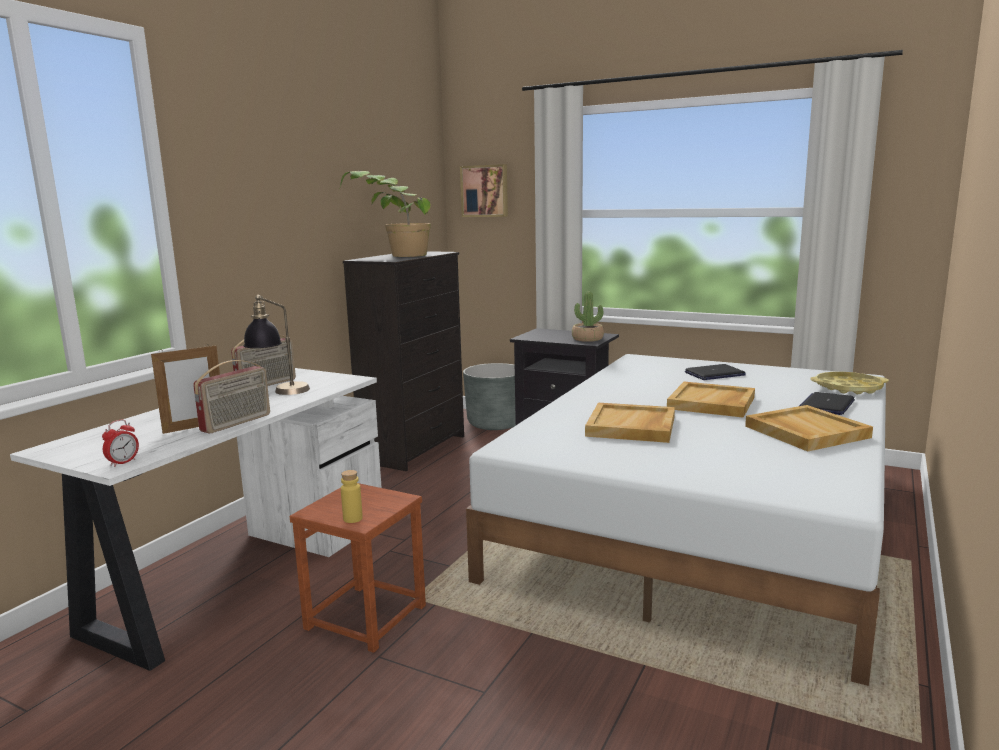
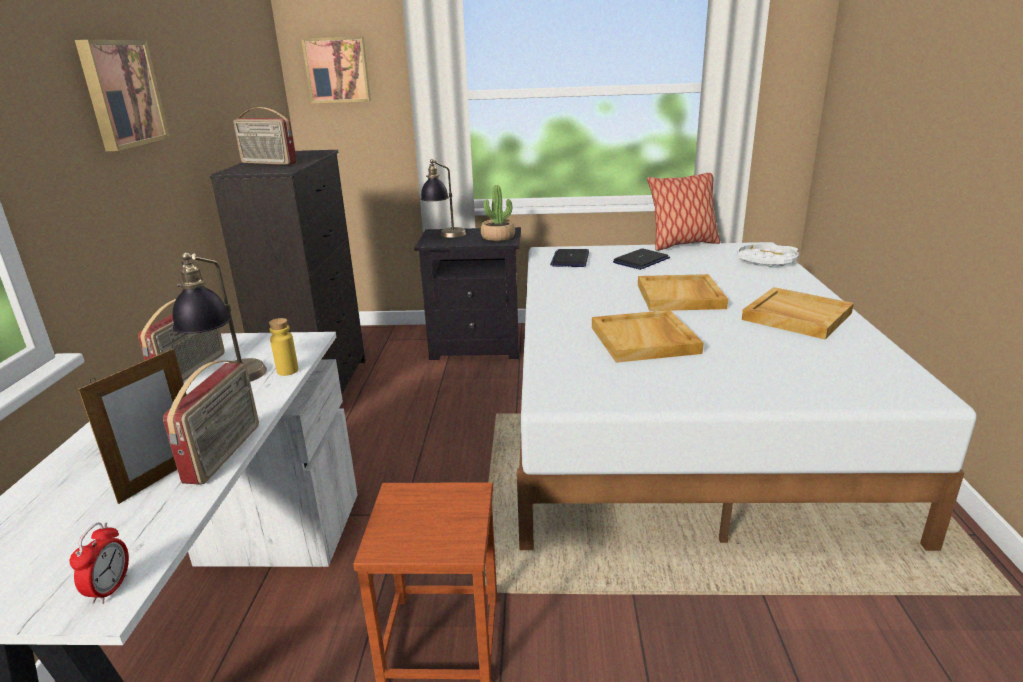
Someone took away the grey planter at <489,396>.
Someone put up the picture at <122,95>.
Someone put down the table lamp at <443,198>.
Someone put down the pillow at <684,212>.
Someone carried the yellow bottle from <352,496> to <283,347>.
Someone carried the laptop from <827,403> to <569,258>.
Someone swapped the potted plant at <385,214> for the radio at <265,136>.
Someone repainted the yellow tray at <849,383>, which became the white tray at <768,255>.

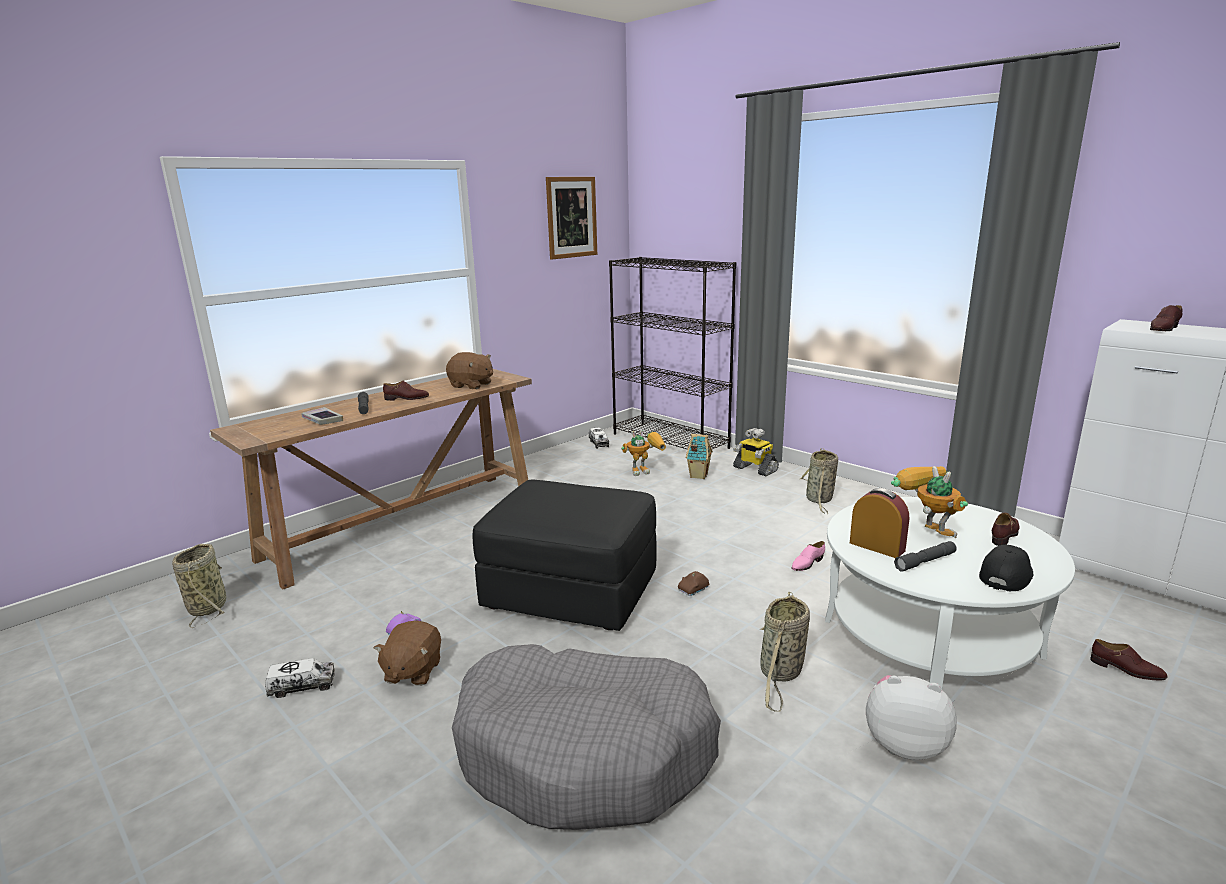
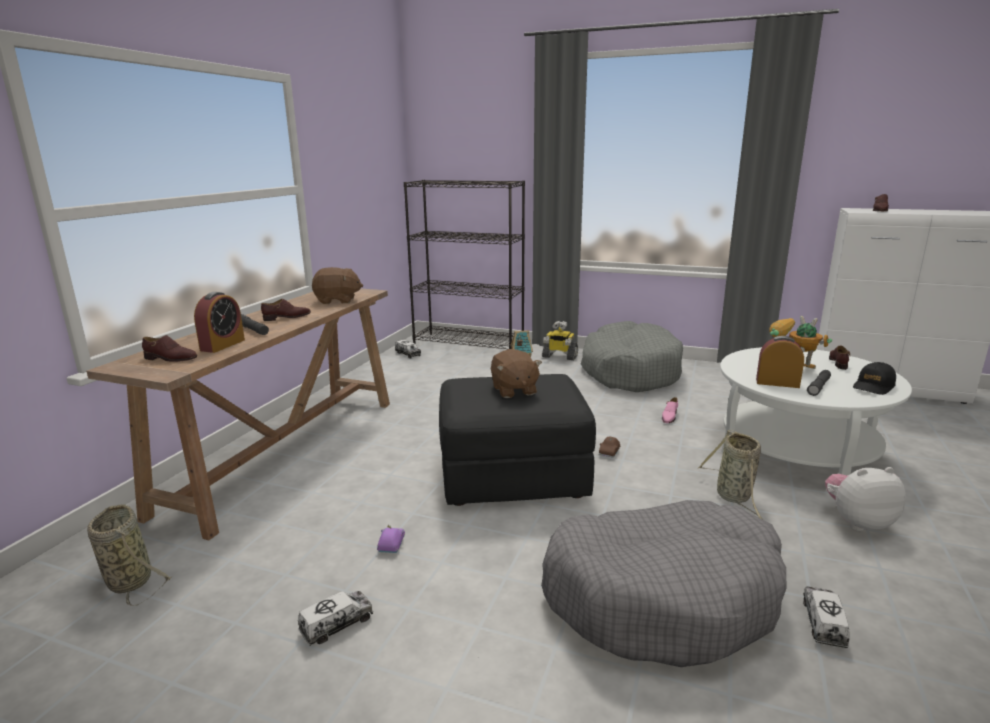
Someone took away the picture at <571,218>.
Someone took away the toy robot at <643,453>.
Someone put down the toy truck at <826,617>.
Someone carried the brown plush toy from <407,653> to <516,373>.
Someone carried the brown shoe from <1129,660> to <169,348>.
Someone swapped the book at <322,416> for the alarm clock at <219,322>.
Someone swapped the basket at <819,481> for the grey dog bed at <632,356>.
Someone rotated the black cap at <1006,568> by 150 degrees counterclockwise.

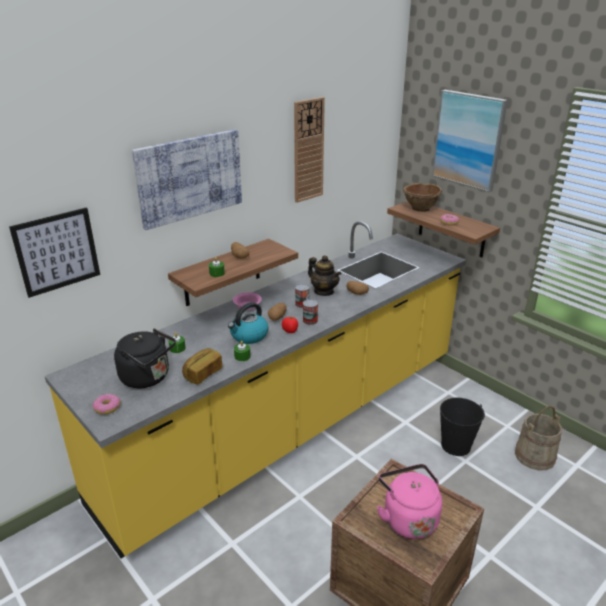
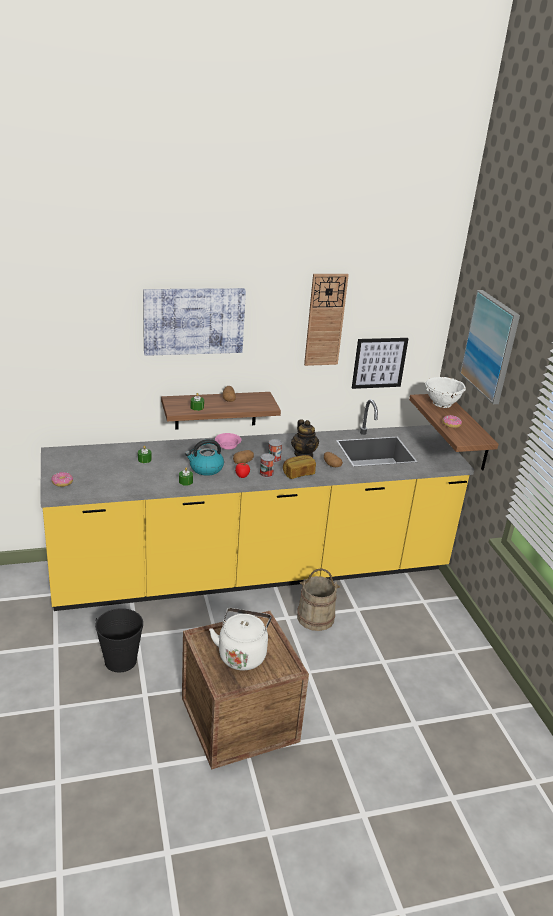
Someone took away the black kettle at <145,358>.
Someone carried the picture from <54,253> to <380,363>.
Someone carried the bread from <202,366> to <299,467>.
Someone carried the black bucket from <462,427> to <119,640>.
Someone carried the beige bucket from <538,438> to <318,599>.
Someone repainted the pink kettle at <409,501>, which became the white kettle at <240,639>.
Someone repainted the brown bowl at <422,197>, which became the white bowl at <445,392>.

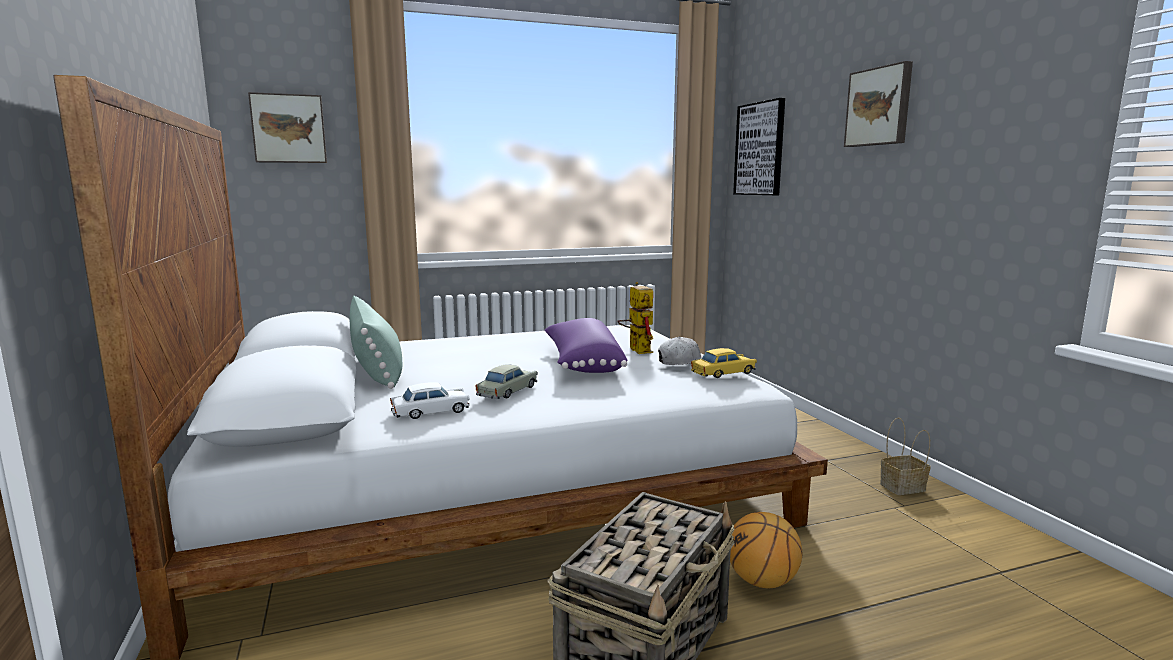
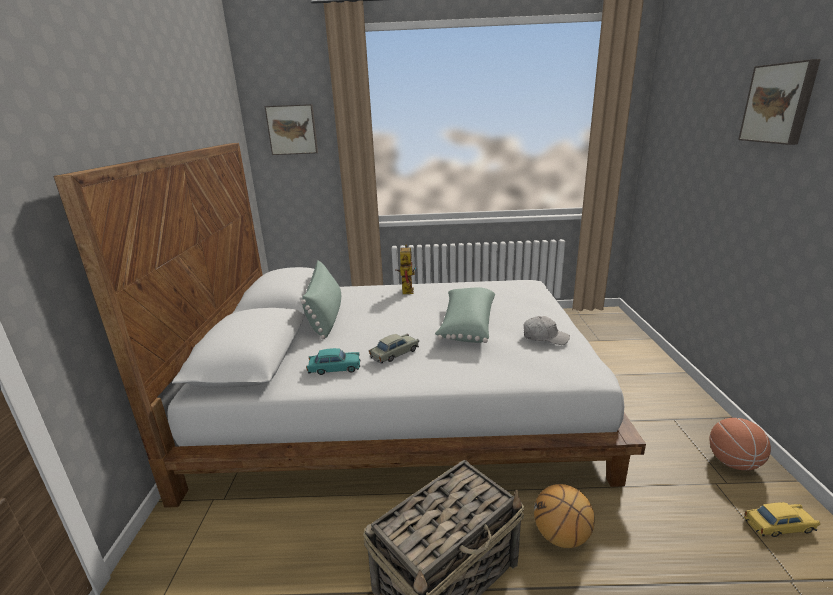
Someone took away the picture at <759,146>.
Someone carried the toy robot from <635,318> to <405,269>.
Someone carried the yellow toy car from <724,363> to <782,519>.
Someone swapped the basket at <905,456> for the basketball at <740,444>.
Someone repainted the white toy car at <429,400>, which became the turquoise toy car at <333,361>.
Someone repainted the purple pillow at <586,345>, which became the green pillow at <465,315>.

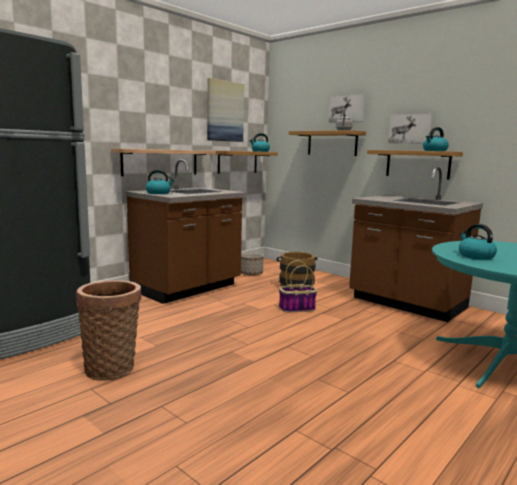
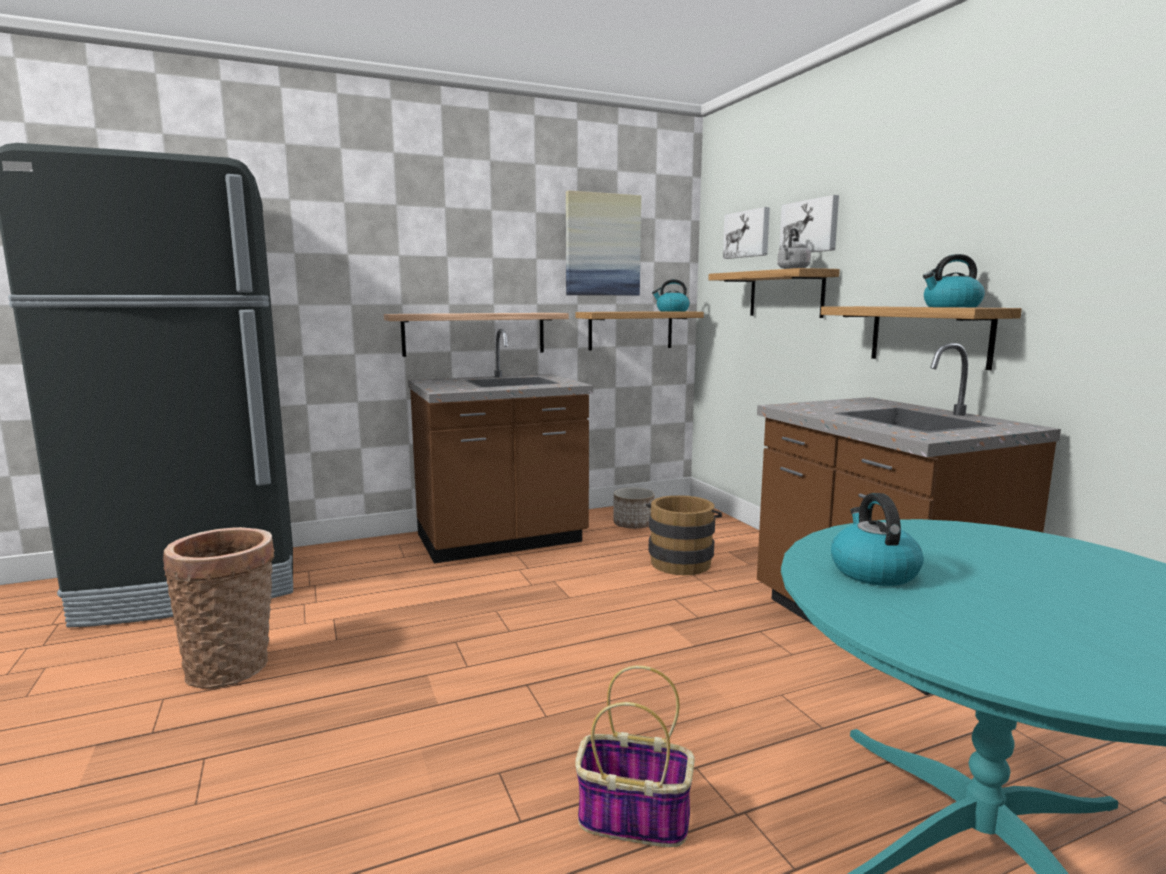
Someone took away the kettle at <160,182>.
Someone carried the basket from <298,286> to <635,756>.
Someone carried the picture from <410,129> to <746,233>.

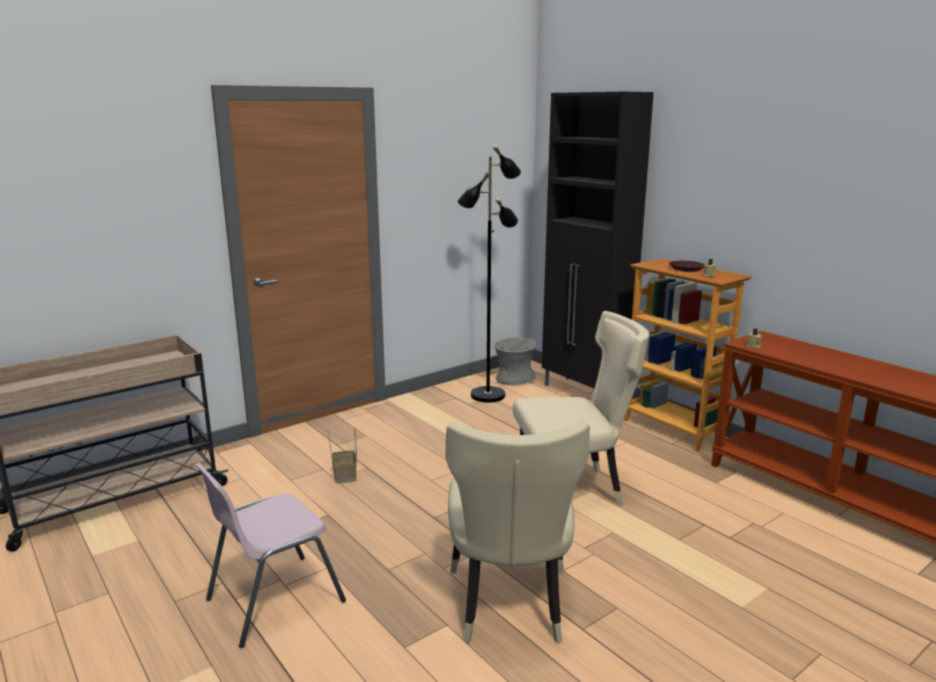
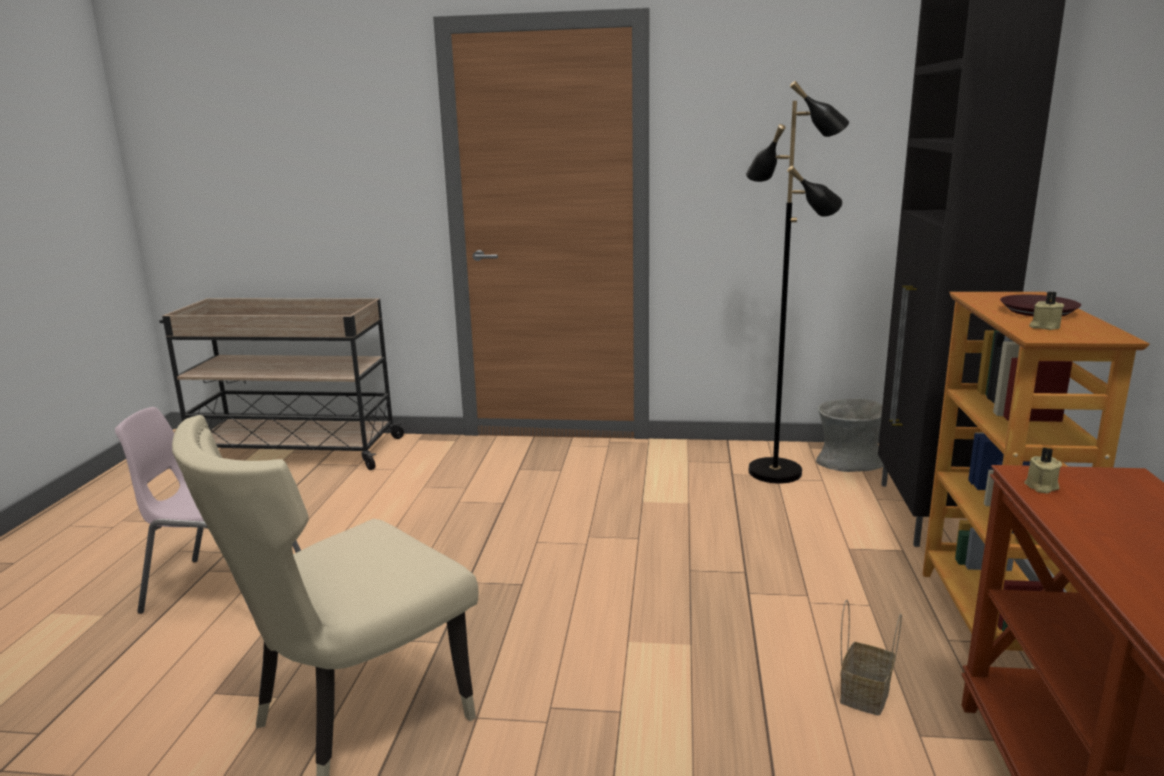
Someone took away the beige chair at <581,408>.
Someone carried the basket from <342,455> to <871,658>.

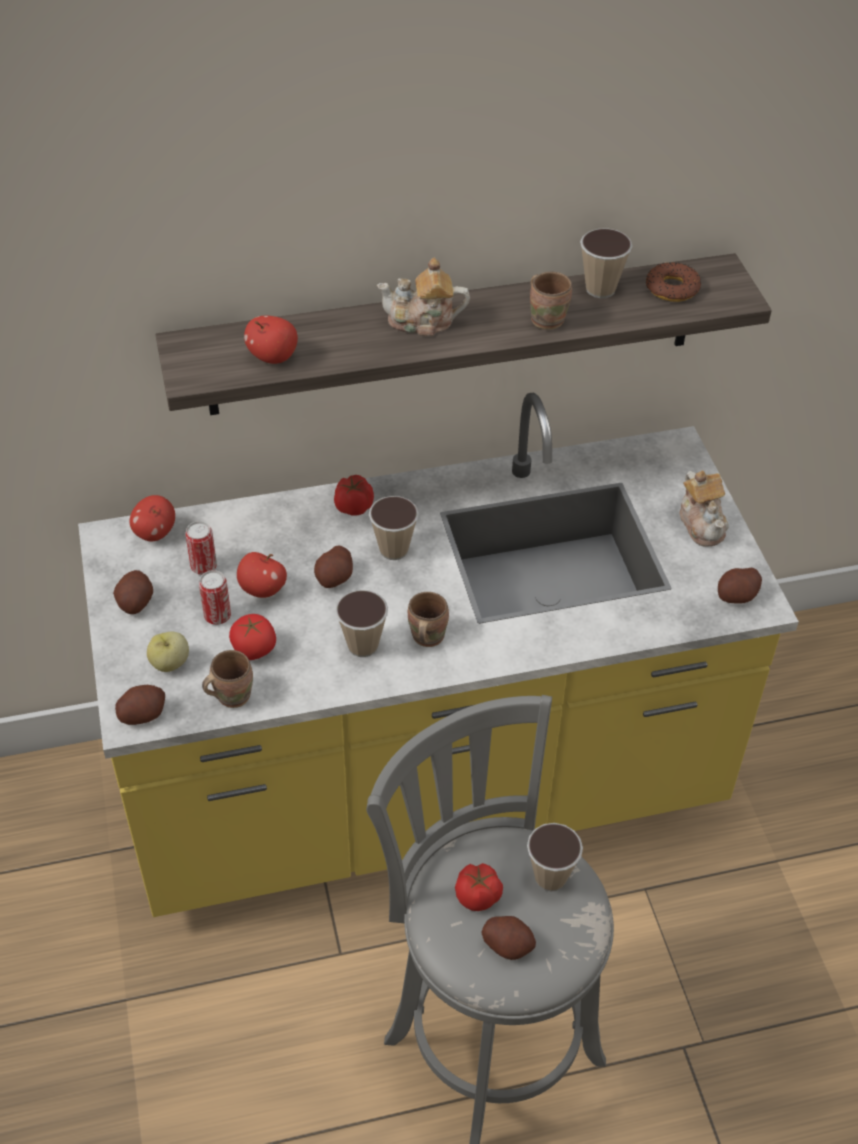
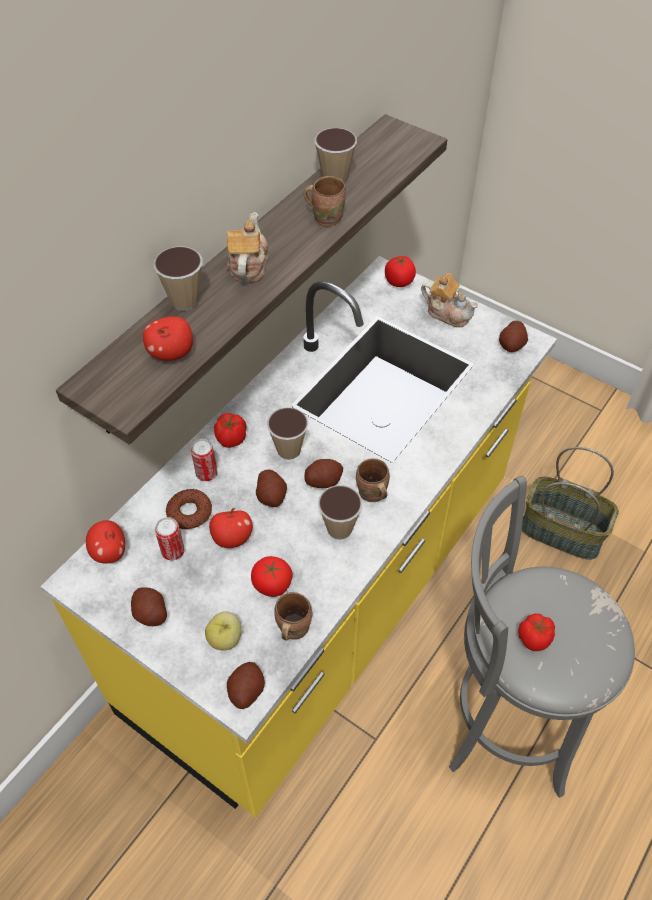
Someone put down the tomato at <400,271>.
Someone put down the basket at <570,503>.
Someone carried the can from <215,597> to <204,460>.
Someone carried the potato from <508,938> to <323,473>.
Someone carried the cup from <555,857> to <178,278>.
Someone carried the donut from <673,282> to <189,509>.
Someone rotated the teapot at <423,297> by 135 degrees clockwise.

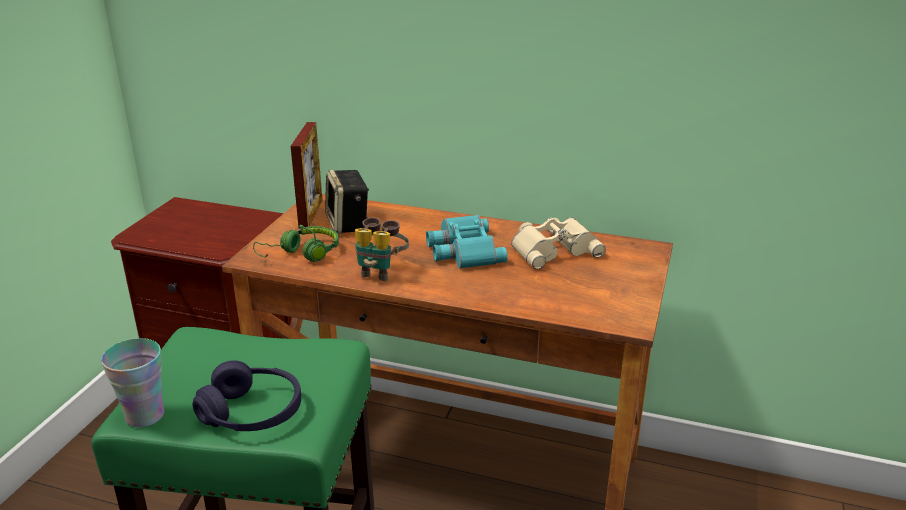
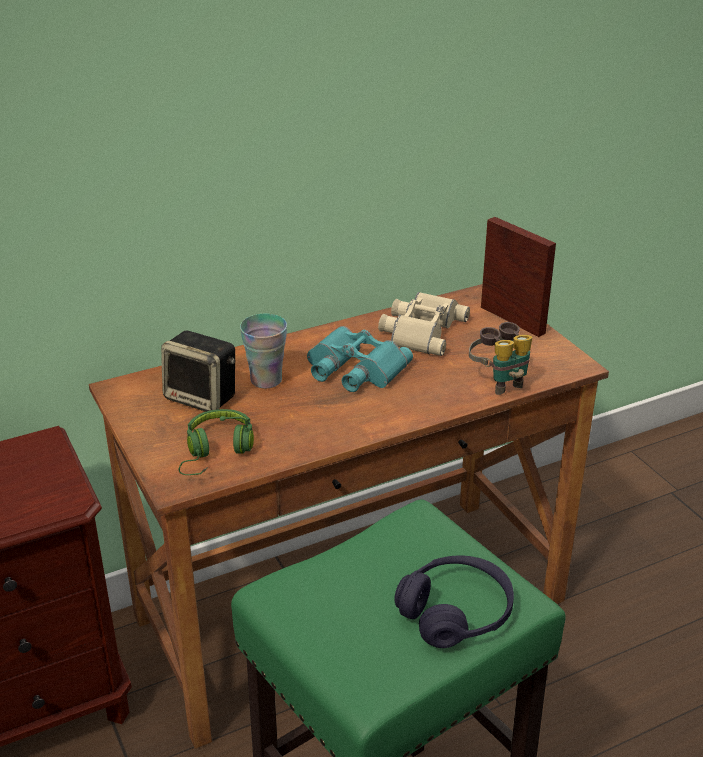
Someone carried the cup from <132,383> to <263,351>.
Someone carried the picture frame from <306,175> to <518,277>.
Someone carried the binoculars from <382,249> to <500,358>.

